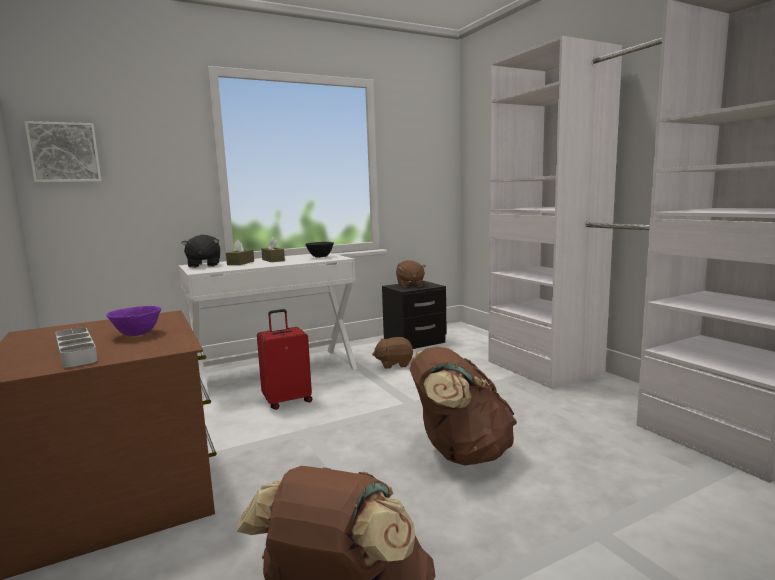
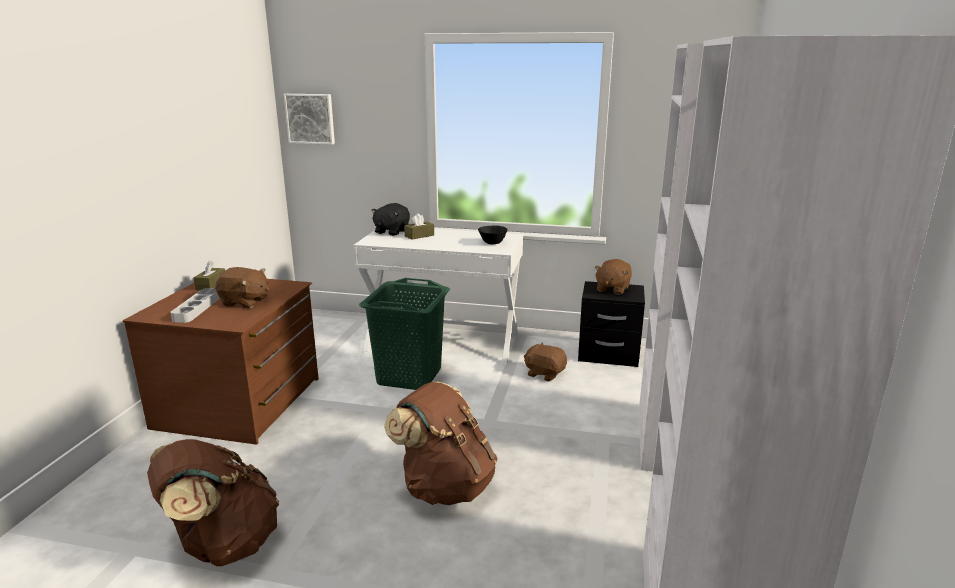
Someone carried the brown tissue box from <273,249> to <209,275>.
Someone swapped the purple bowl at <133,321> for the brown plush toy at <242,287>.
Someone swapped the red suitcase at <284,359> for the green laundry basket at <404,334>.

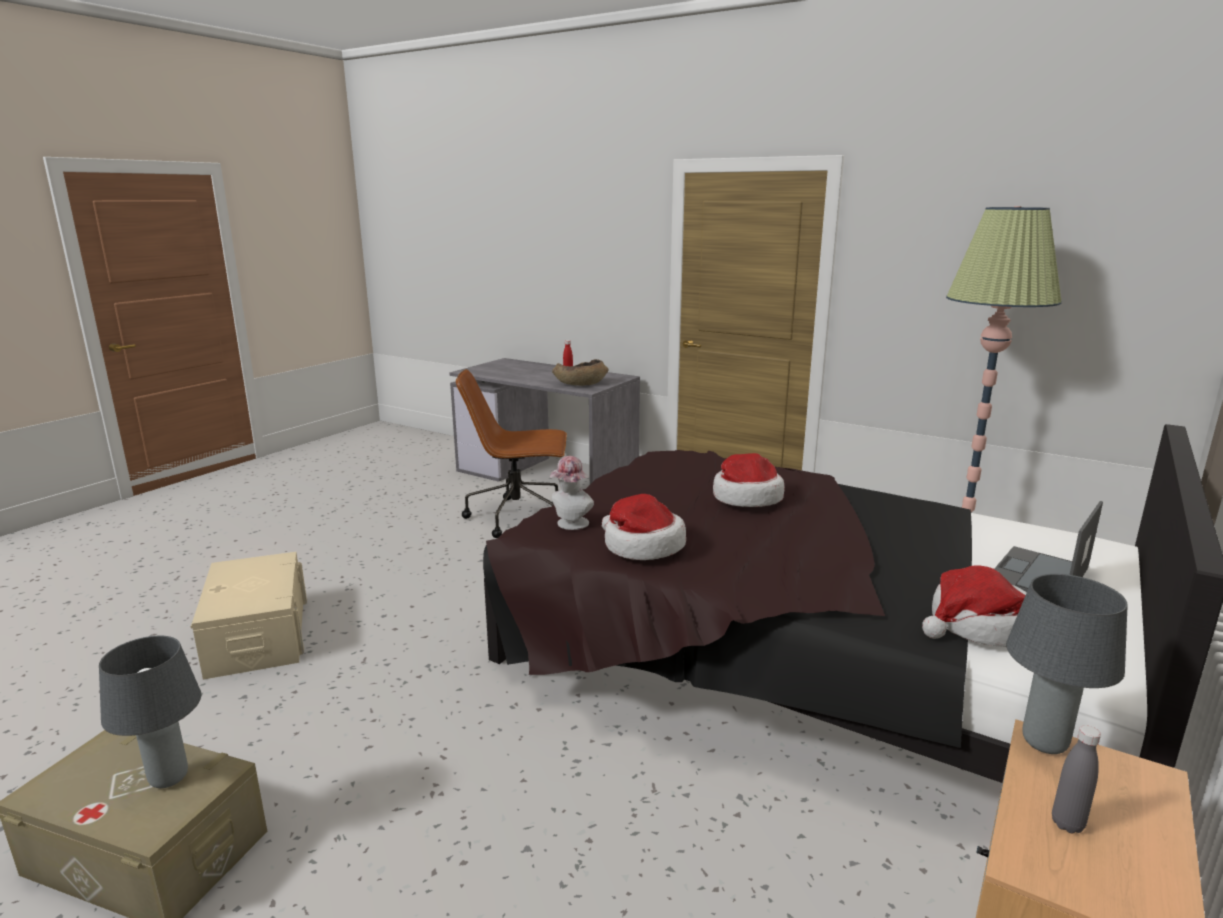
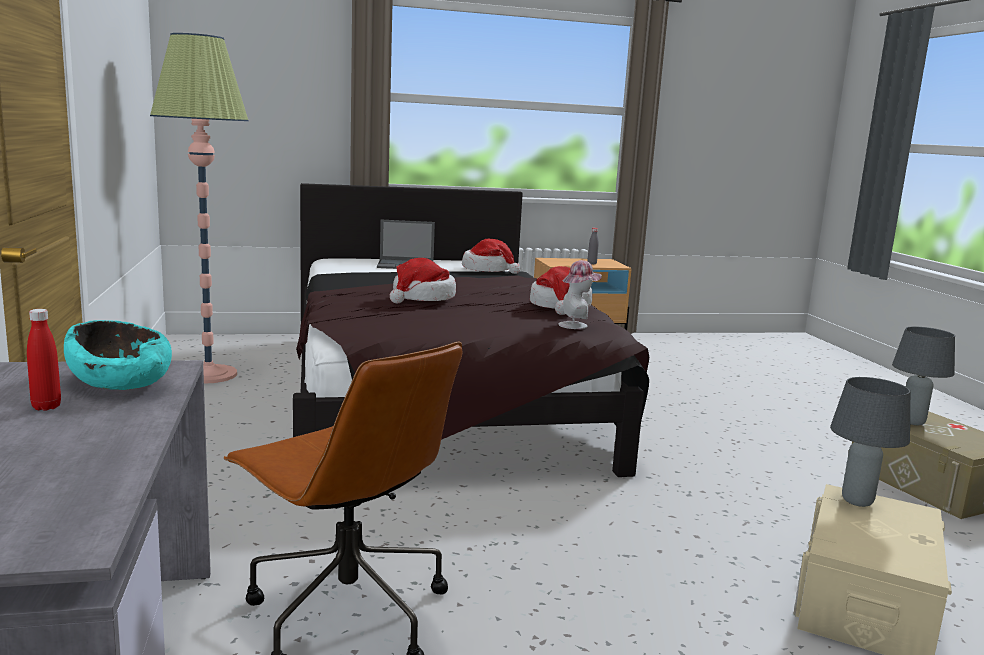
Someone carried the grey table lamp from <1067,664> to <870,442>.
Someone repainted the brown bowl at <580,372>, which became the turquoise bowl at <118,355>.

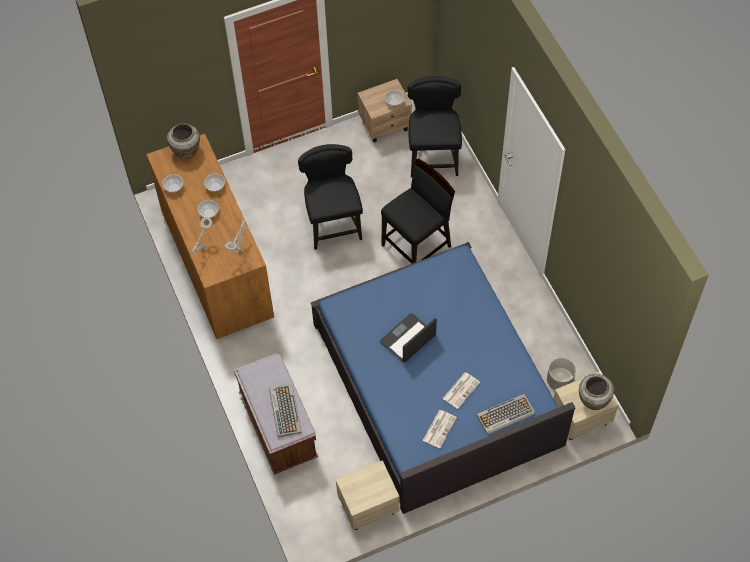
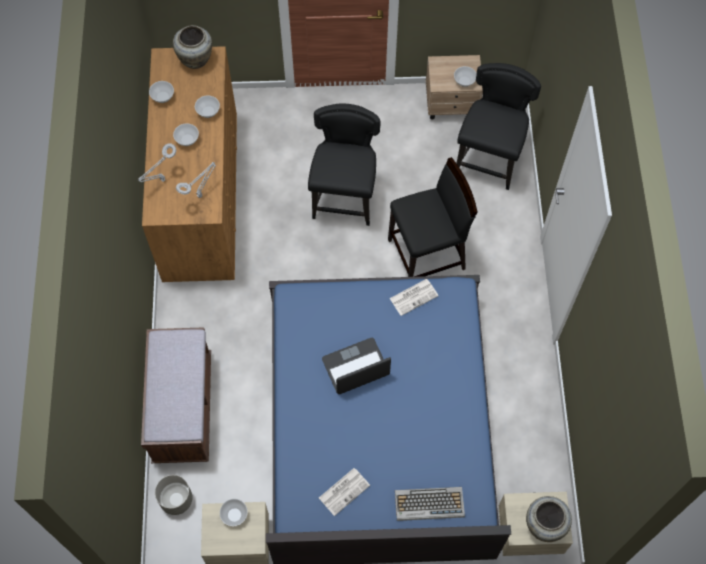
Someone took away the keyboard at <285,411>.
Someone put down the bowl at <234,512>.
Someone carried the newspaper from <461,391> to <414,297>.
Someone carried the grey planter from <561,374> to <174,495>.

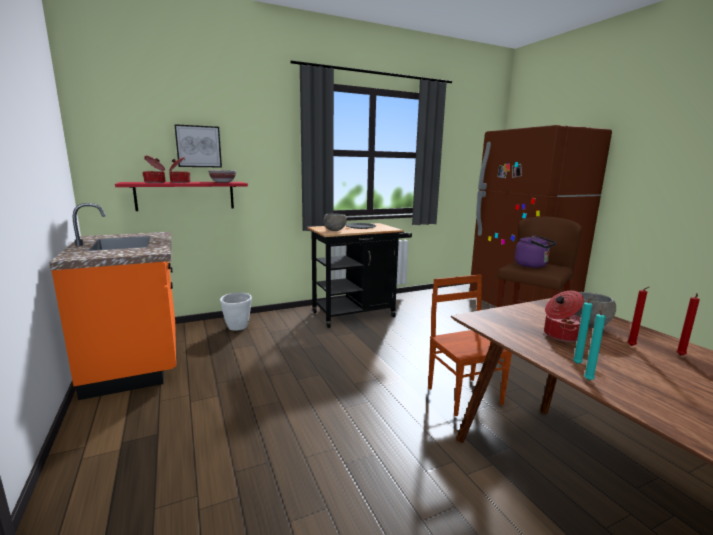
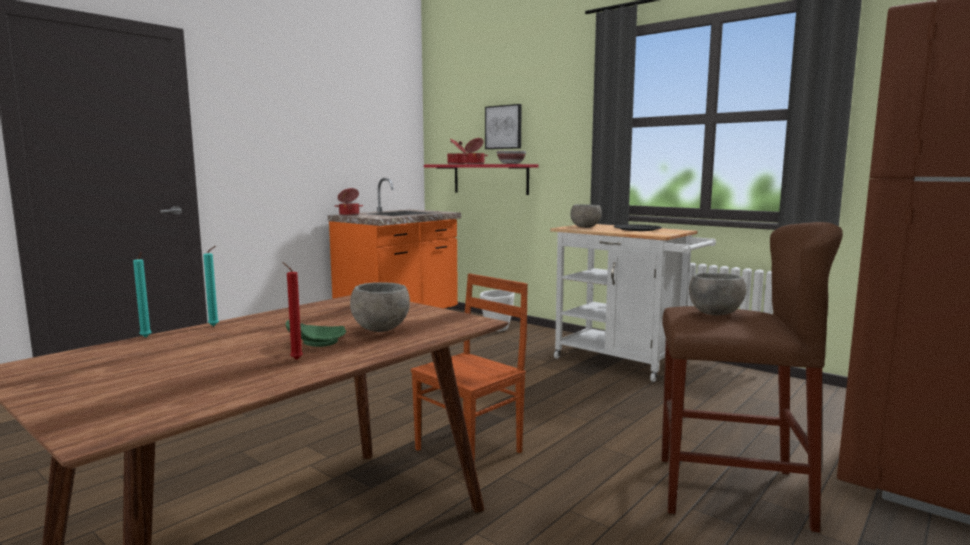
Someone carried the cooking pot from <564,316> to <349,202>.
Someone carried the turquoise candle from <583,330> to <142,294>.
Someone swapped the purple kettle at <535,252> for the grey bowl at <717,294>.
Someone swapped the red candle at <638,316> for the green plate at <316,333>.
Someone repainted the black cart at <360,275>, which became the white cart at <633,303>.

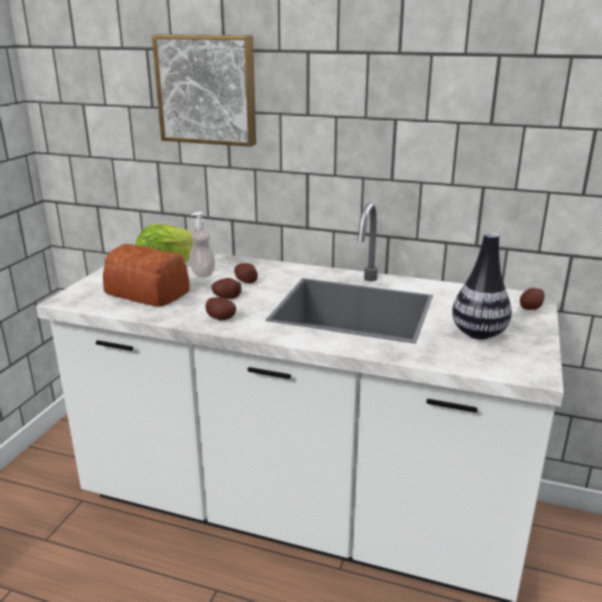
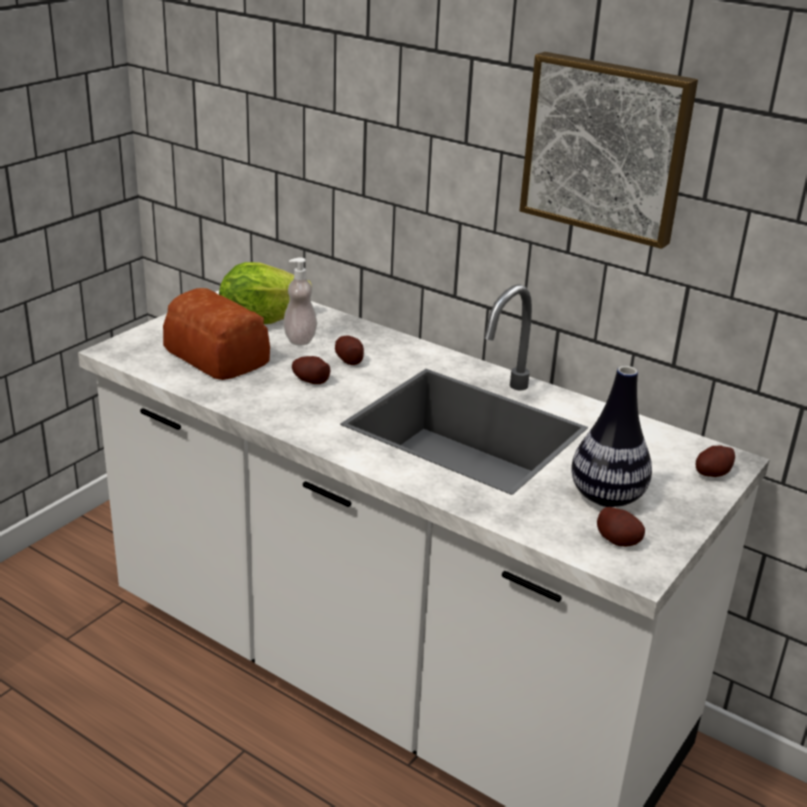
Someone carried the picture from <204,90> to <608,150>.
Someone carried the potato from <220,308> to <621,527>.

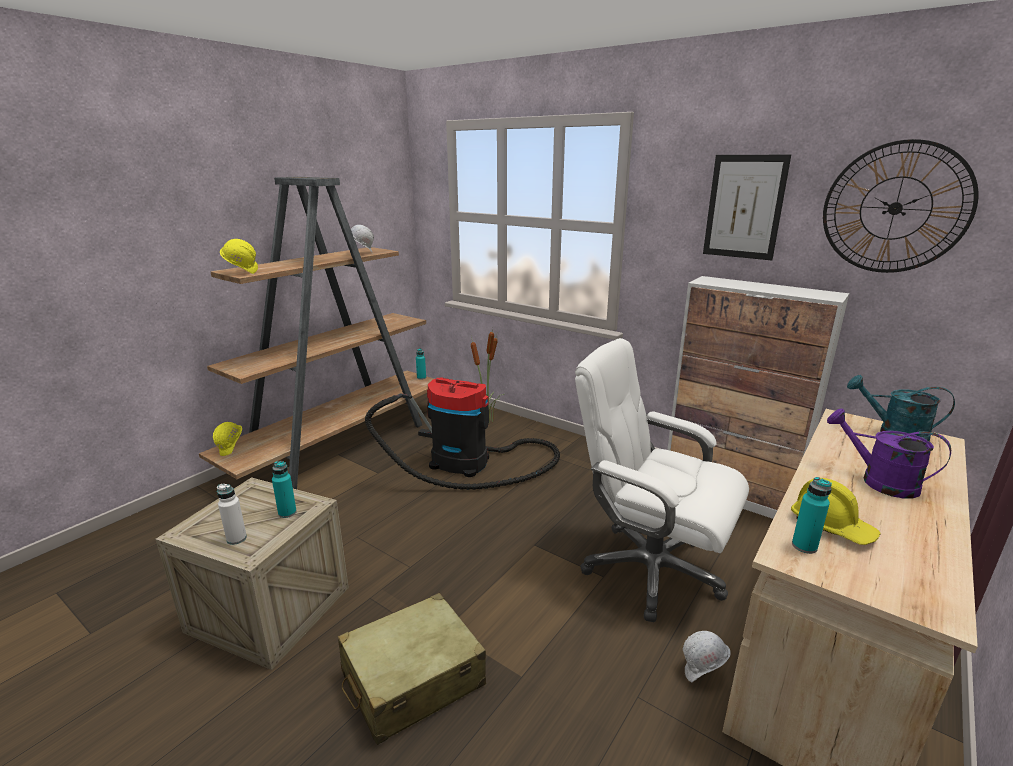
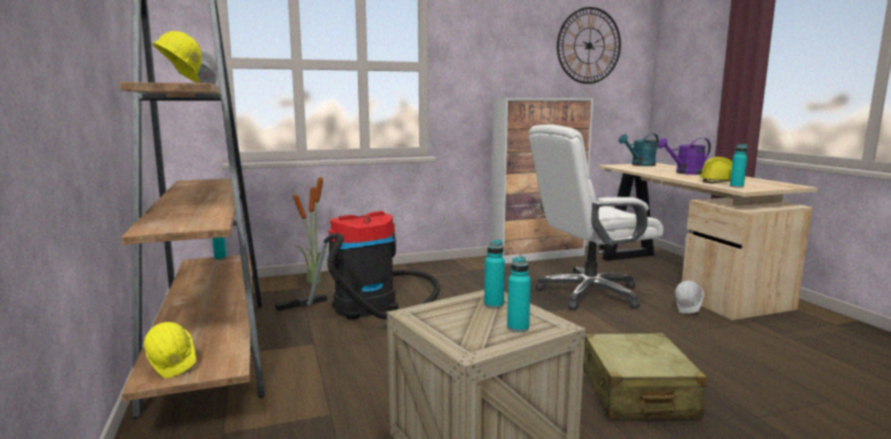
Someone took away the picture at <747,207>.
Someone repainted the white bottle at <232,514>, which became the turquoise bottle at <519,294>.

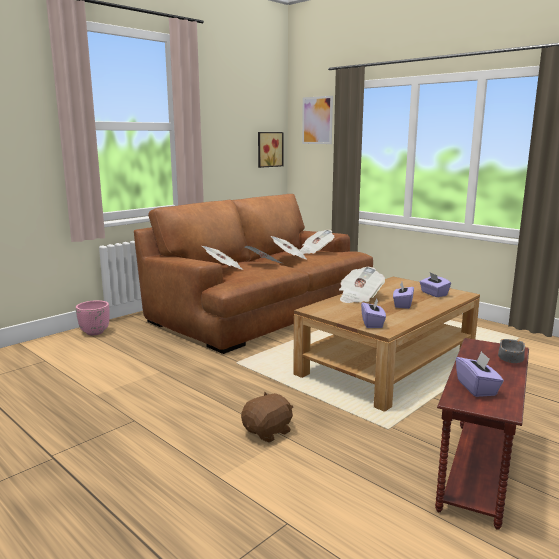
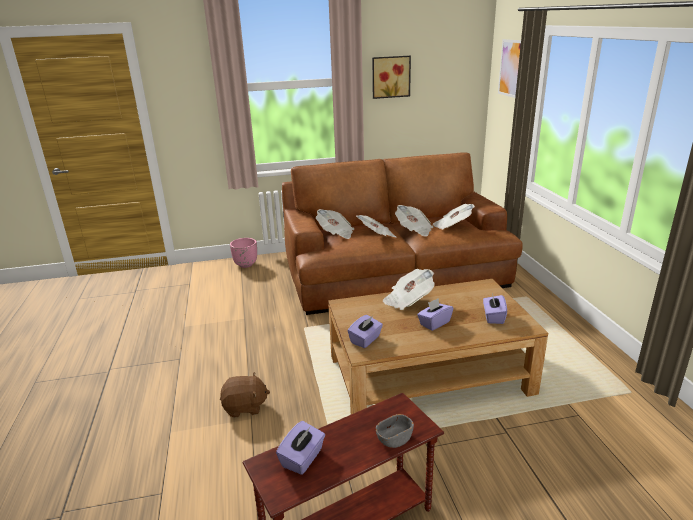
Someone carried the picture from <271,150> to <391,77>.

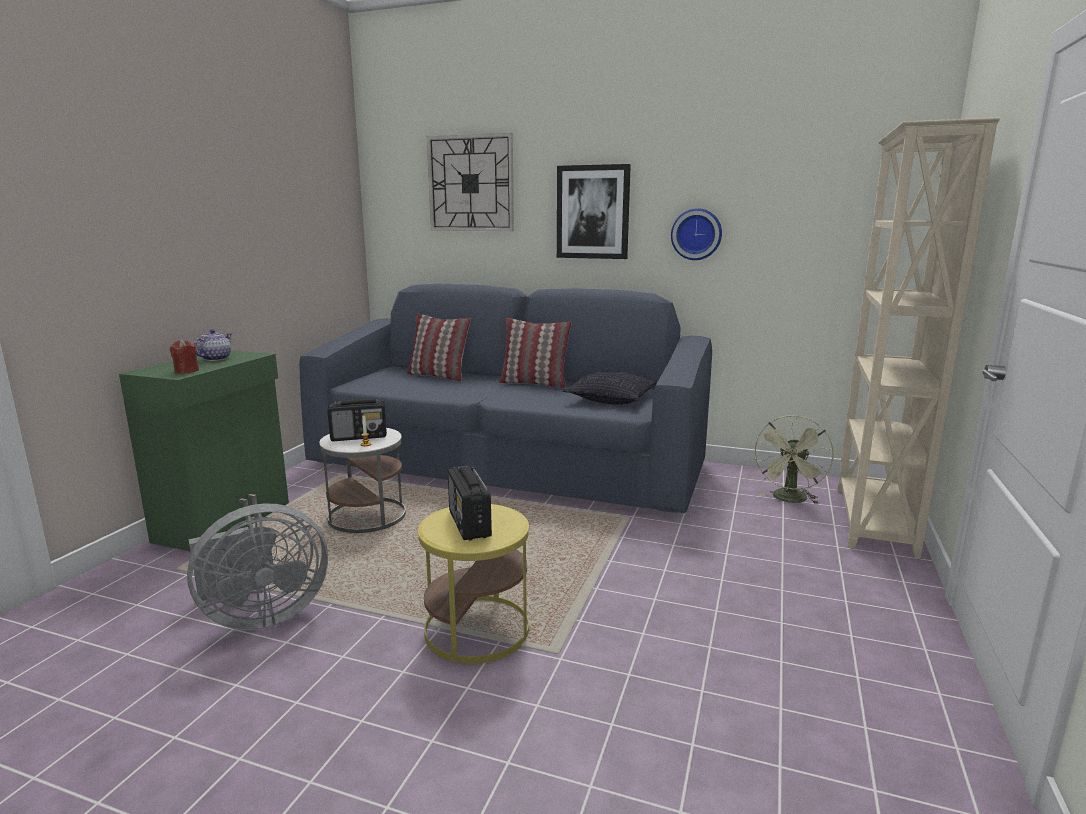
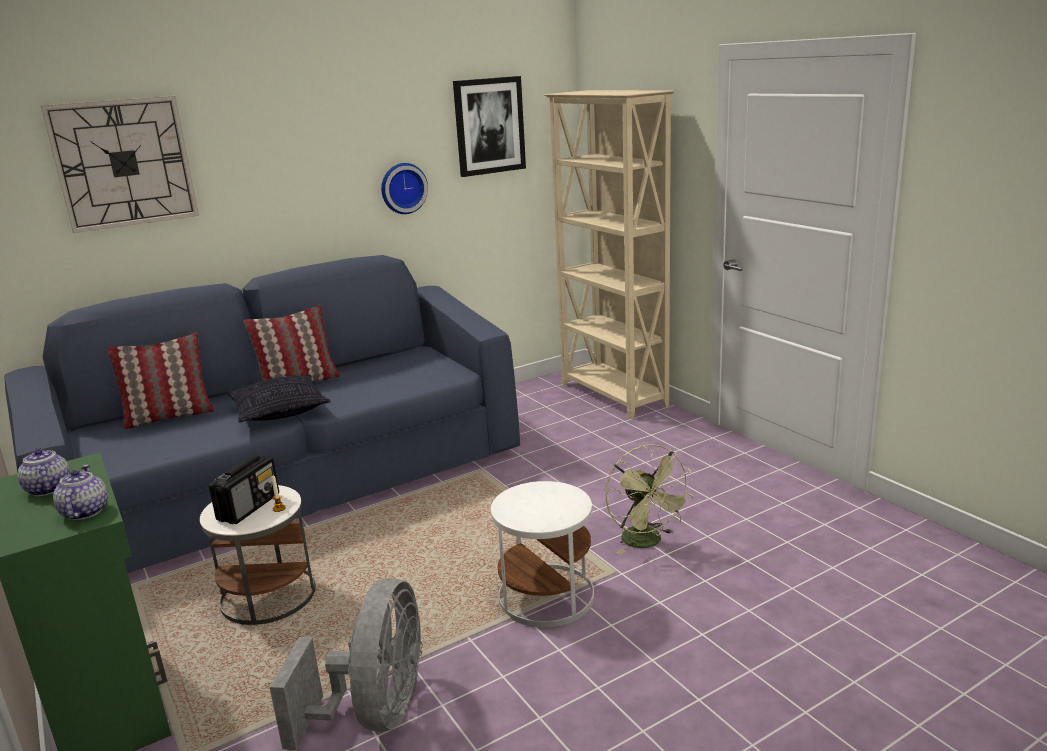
Someone took away the radio at <470,503>.
Someone carried the picture from <594,211> to <489,126>.
Someone carried the pillow from <610,388> to <278,399>.
Someone carried the green fan from <793,459> to <650,499>.
Someone swapped the red candle at <184,356> for the teapot at <80,492>.
Someone repainted the yellow side table at <473,584>, which became the white side table at <542,554>.

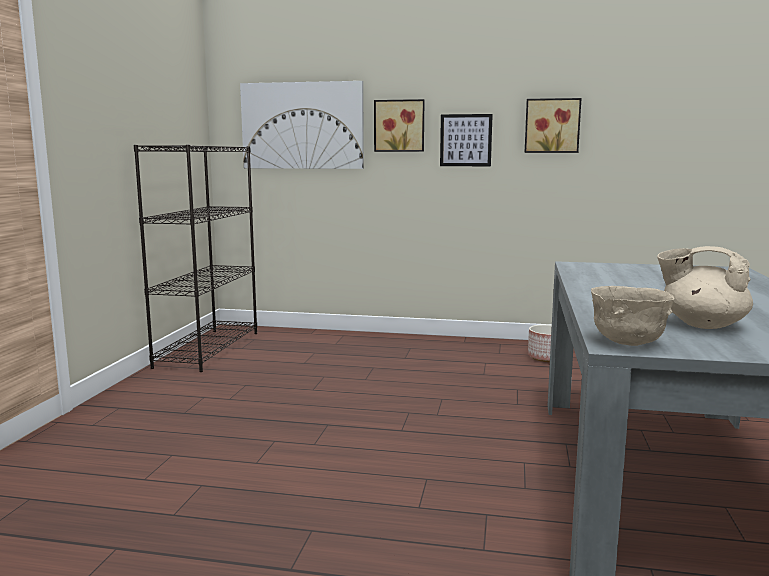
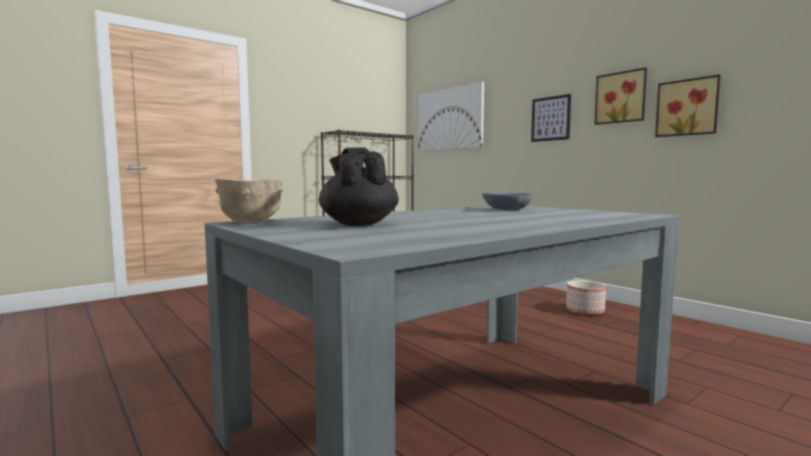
Someone put down the grey bowl at <507,202>.
Someone carried the picture from <399,125> to <688,105>.
Someone repainted the beige teapot at <705,287>, which became the black teapot at <359,186>.

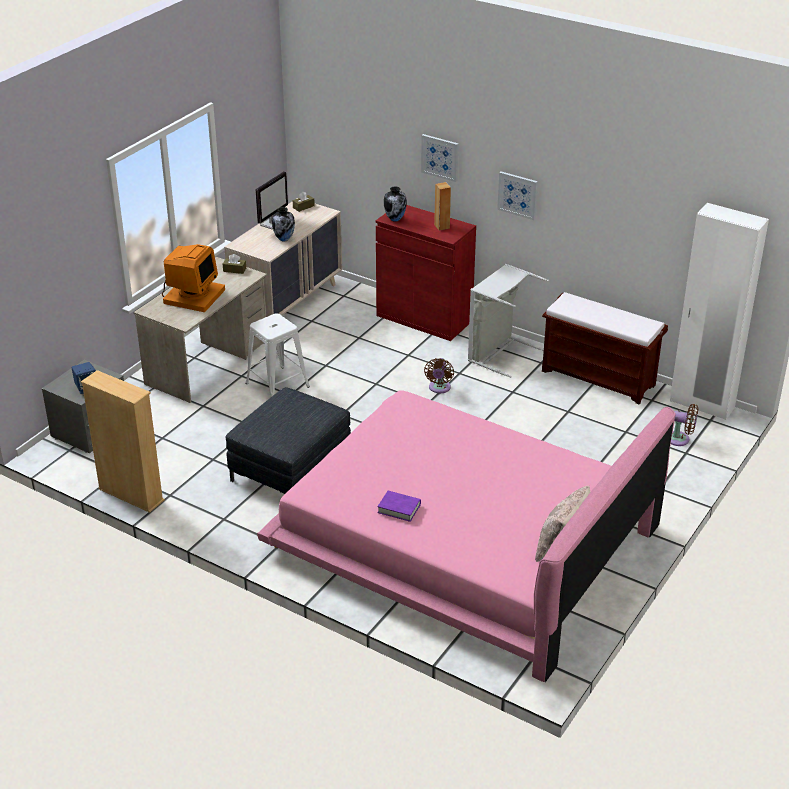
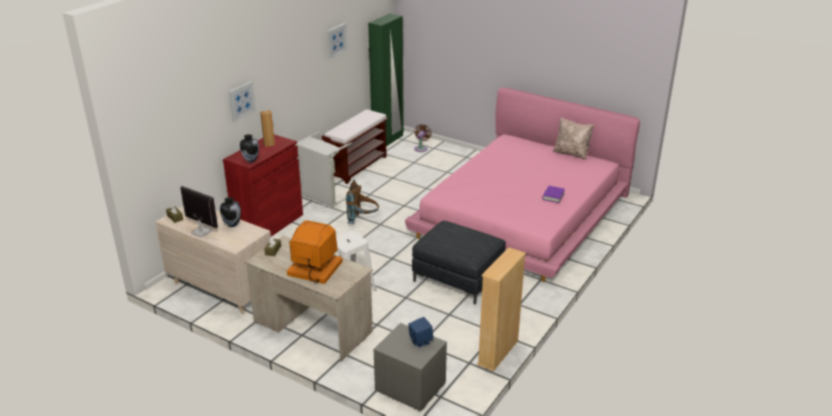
Someone carried the picture from <517,195> to <337,41>.
Someone swapped the brown fan at <439,375> for the brown backpack at <362,202>.
Someone repainted the white wardrobe at <719,311>, which became the green wardrobe at <386,79>.

